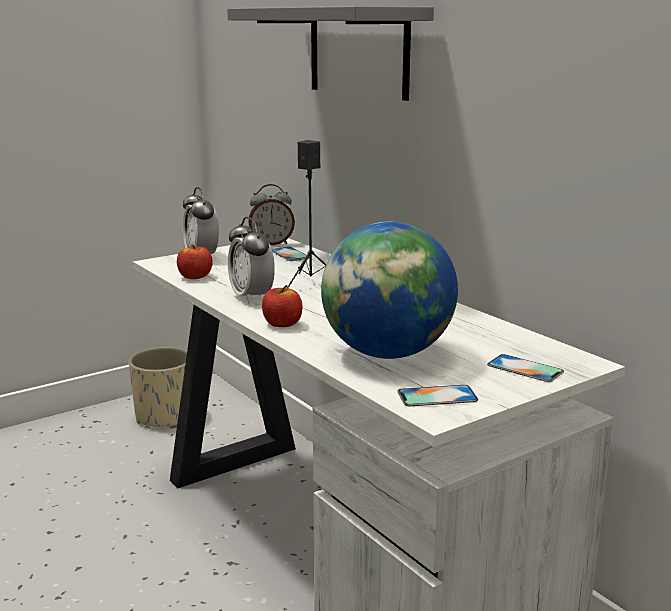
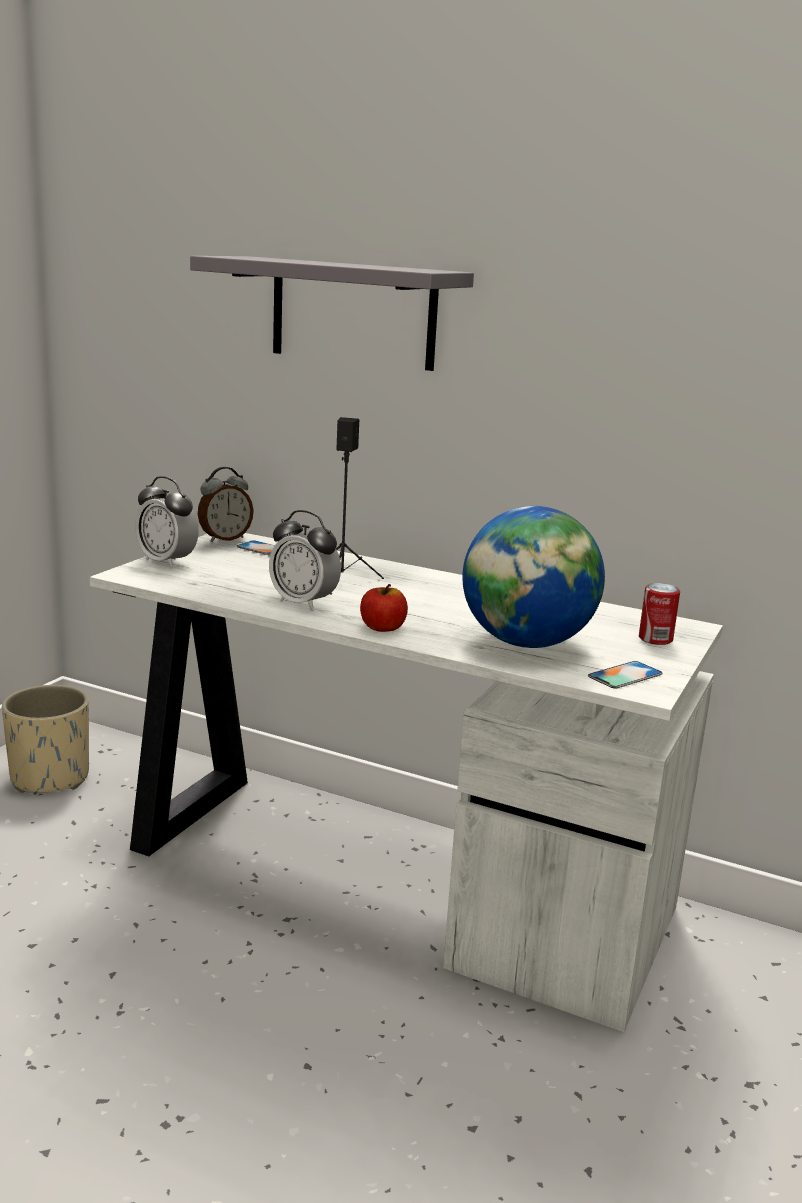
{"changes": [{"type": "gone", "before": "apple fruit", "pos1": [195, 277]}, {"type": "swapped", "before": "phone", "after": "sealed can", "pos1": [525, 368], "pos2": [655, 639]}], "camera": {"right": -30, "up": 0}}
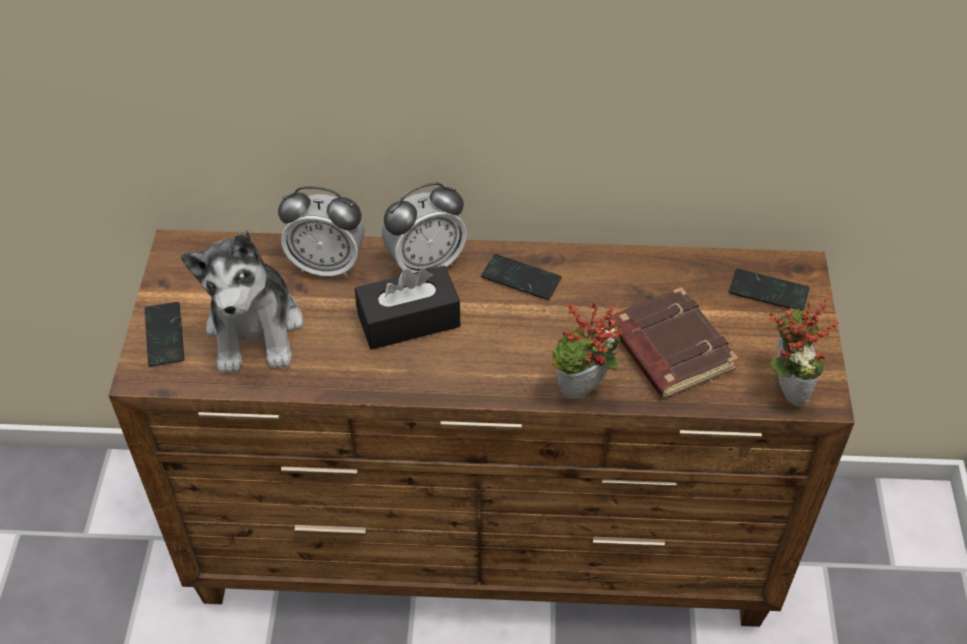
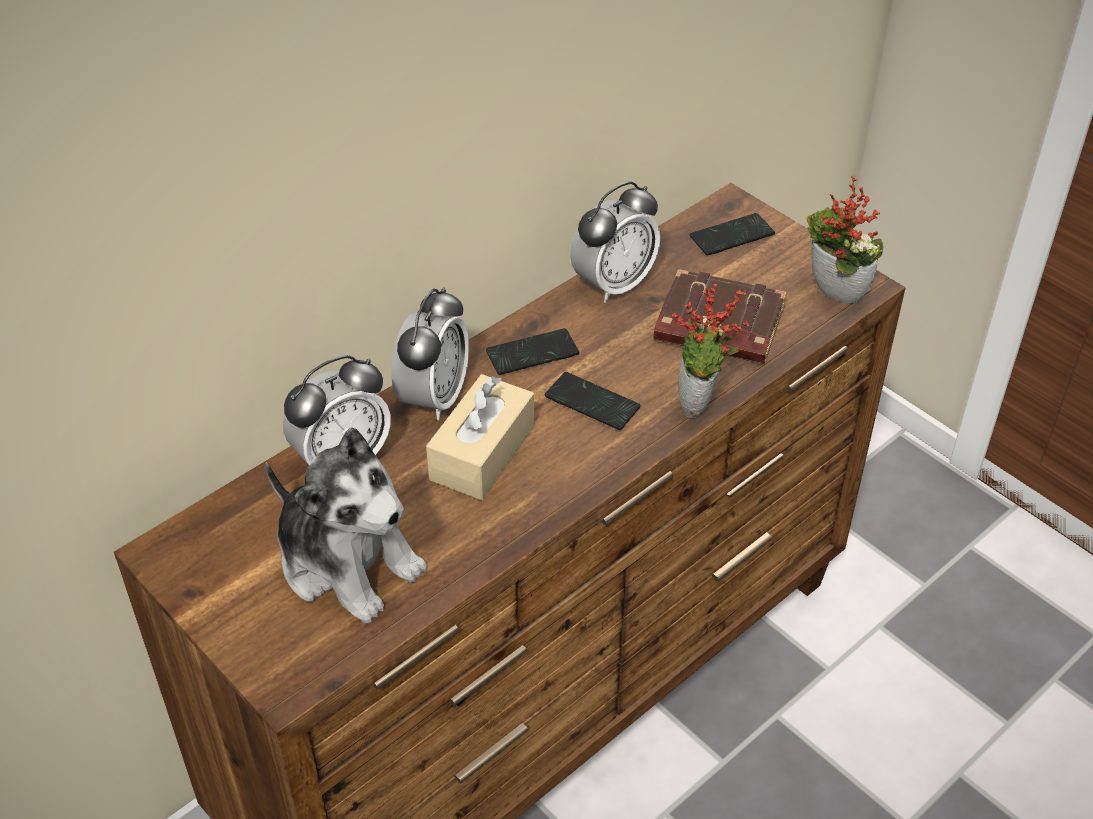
{"changes": [{"type": "shifted", "before": "phone", "pos1": [164, 335], "pos2": [592, 403]}, {"type": "repainted", "before": "box of tissues (blackish)", "after": "box of tissues (beige-coloured)", "pos1": [408, 320], "pos2": [482, 453]}, {"type": "new", "after": "alarm clock", "pos2": [613, 284]}], "camera": {"right": -45, "up": -5}}
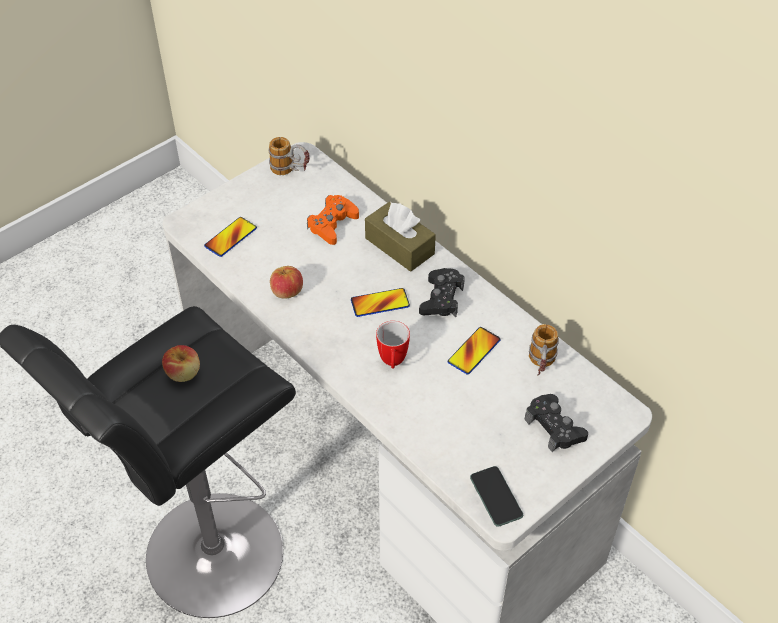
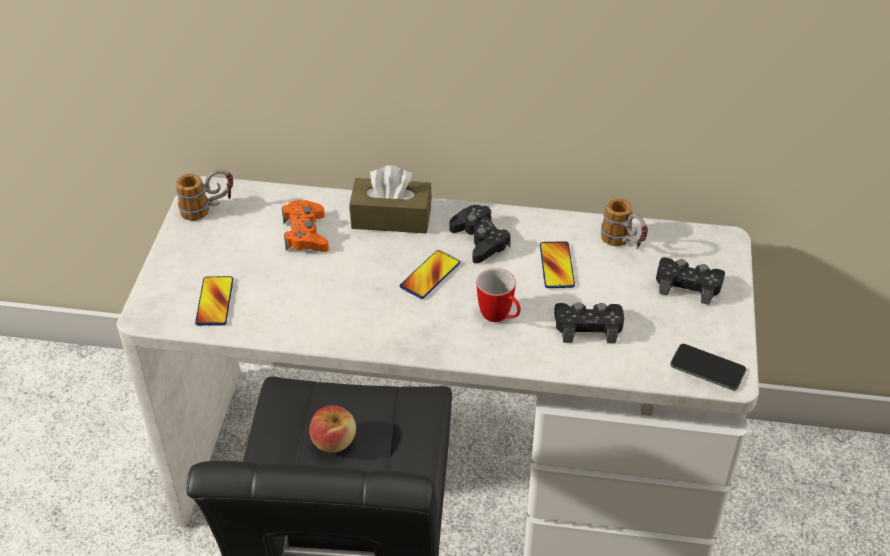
{"changes": [{"type": "gone", "before": "apple fruit", "pos1": [287, 291]}, {"type": "new", "after": "joypad (blackish)", "pos2": [588, 326]}], "camera": {"right": -40, "up": -5}}
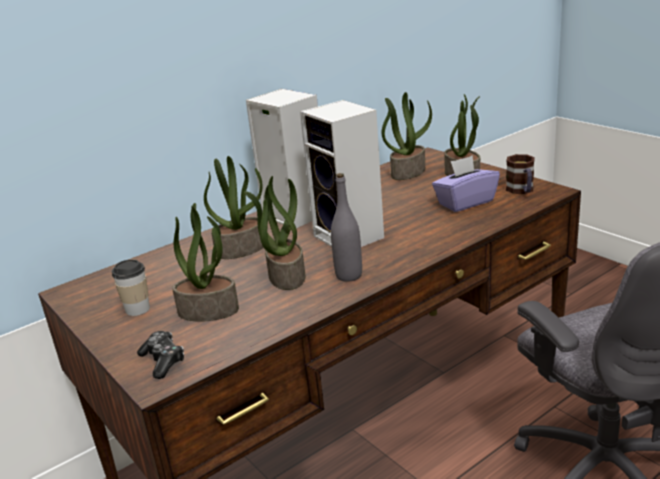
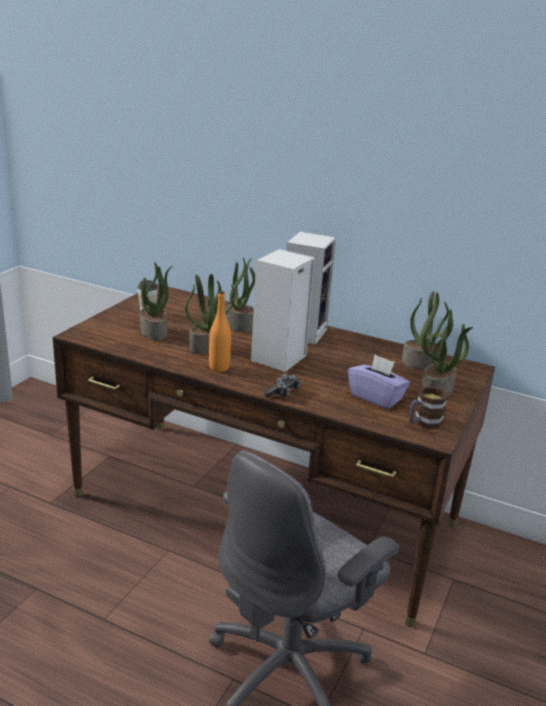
{"changes": [{"type": "shifted", "before": "joypad", "pos1": [163, 361], "pos2": [283, 392]}, {"type": "repainted", "before": "beverage bottle (grey)", "after": "beverage bottle (orange-coloured)", "pos1": [348, 275], "pos2": [219, 367]}], "camera": {"right": 60, "up": 0}}
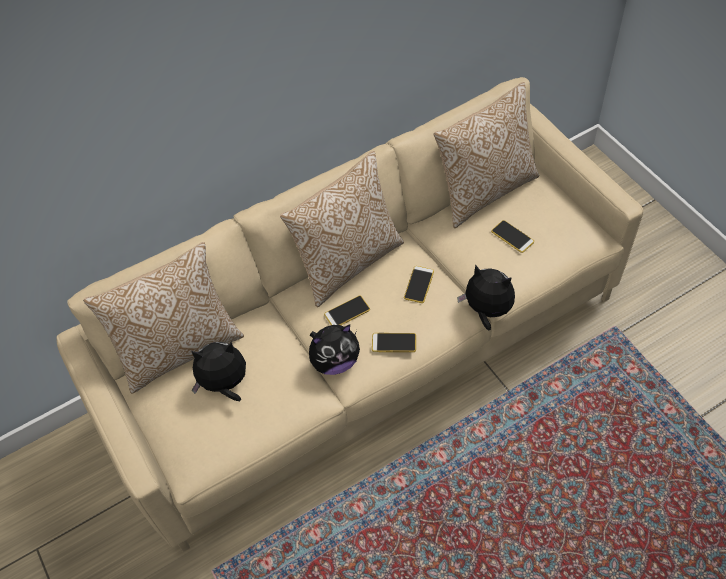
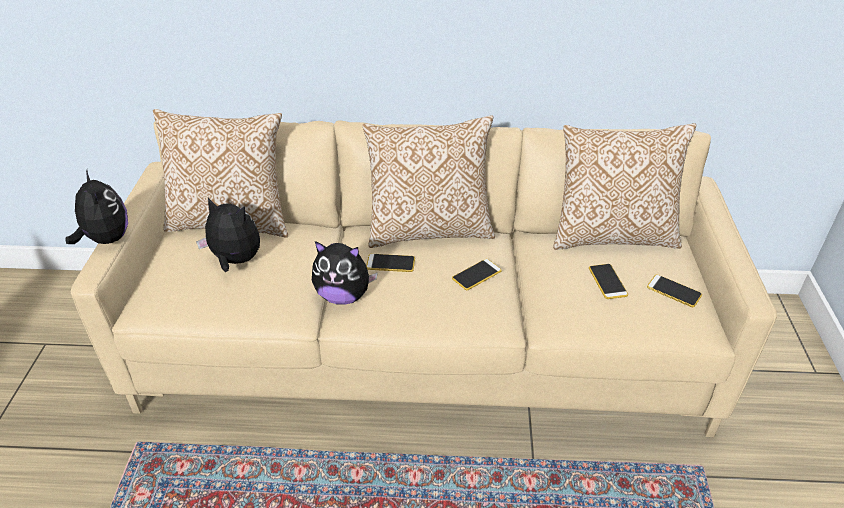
{"changes": [{"type": "shifted", "before": "phone", "pos1": [394, 343], "pos2": [674, 291]}, {"type": "shifted", "before": "soft toy", "pos1": [487, 311], "pos2": [106, 239]}], "camera": {"right": 30, "up": -15}}
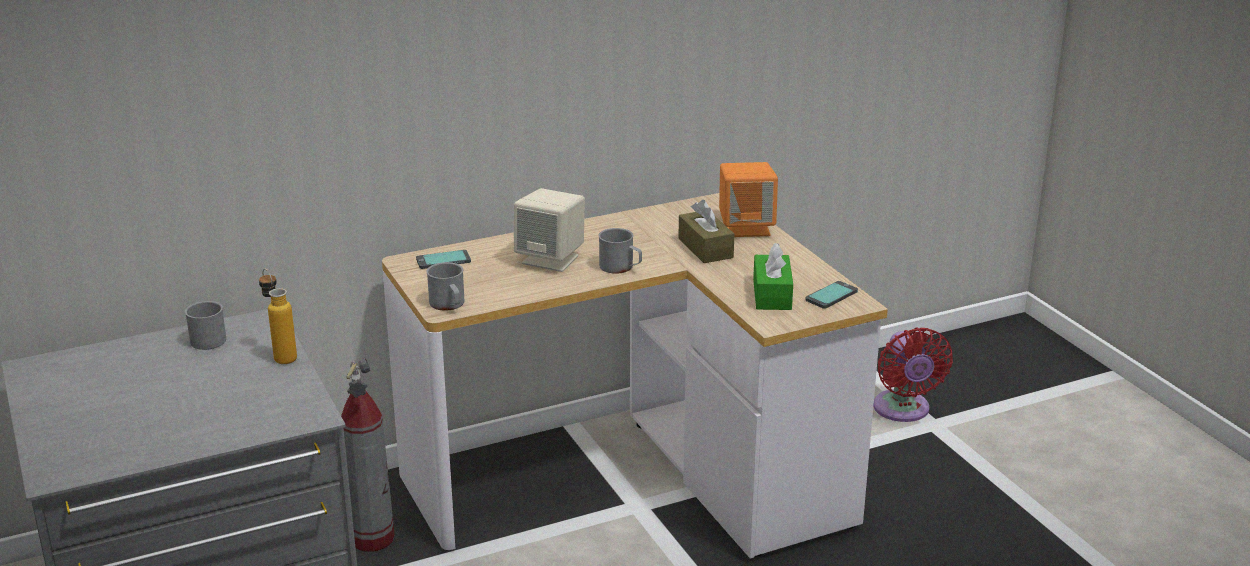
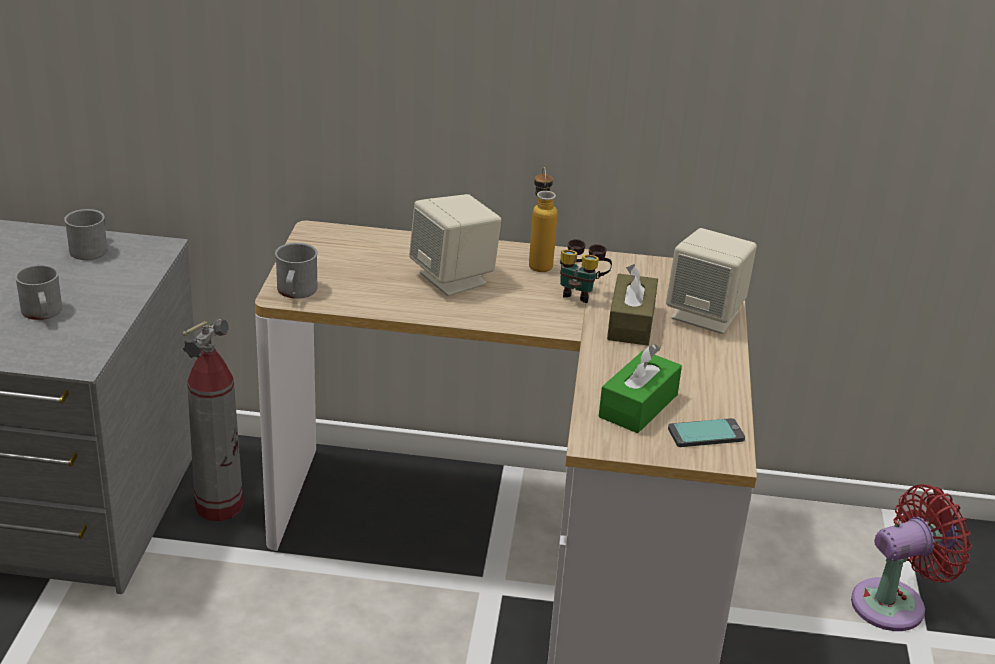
{"changes": [{"type": "shifted", "before": "beverage bottle", "pos1": [281, 355], "pos2": [539, 262]}, {"type": "gone", "before": "phone", "pos1": [443, 261]}, {"type": "shifted", "before": "tea mug (grey)", "pos1": [621, 268], "pos2": [42, 313]}, {"type": "repainted", "before": "speaker (orange-coloured)", "after": "speaker (beige-coloured)", "pos1": [746, 228], "pos2": [706, 315]}, {"type": "rotated", "before": "cooling fan (reddish)", "pos1": [903, 410], "pos2": [895, 603], "turn": -135}, {"type": "new", "after": "pair of binoculars", "pos2": [580, 292]}], "camera": {"right": 30, "up": 5}}
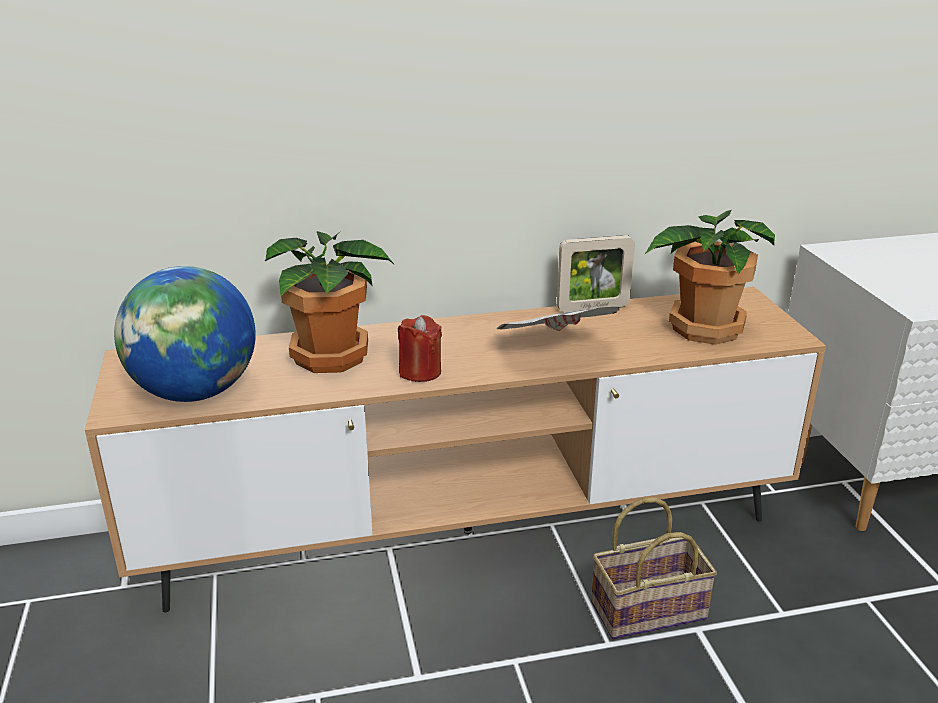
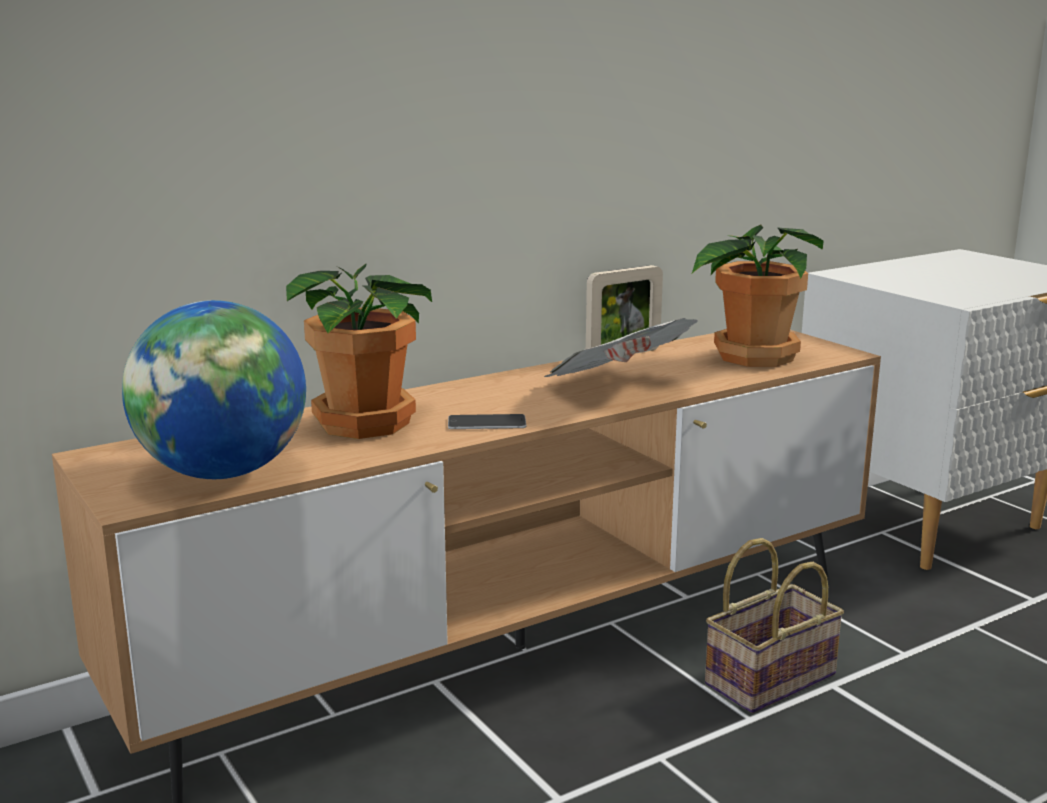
{"changes": [{"type": "swapped", "before": "wax candle (reddish)", "after": "phone", "pos1": [420, 372], "pos2": [487, 422]}], "camera": {"right": -20, "up": -10}}
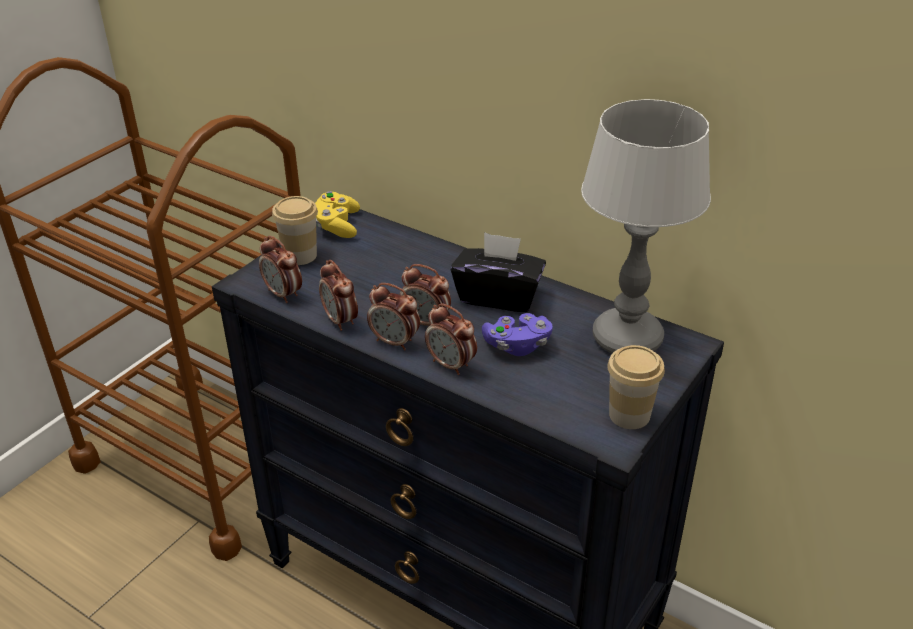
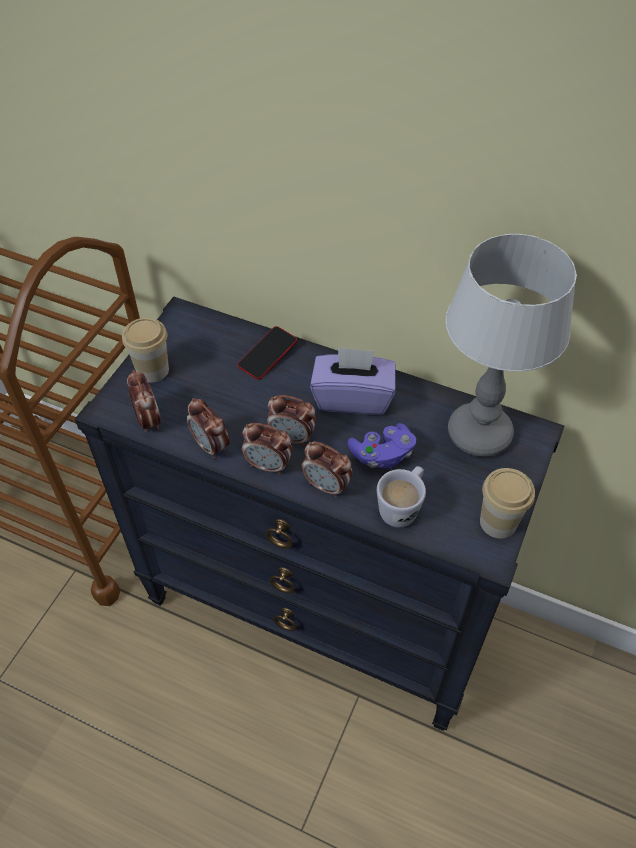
{"changes": [{"type": "rotated", "before": "alarm clock", "pos1": [283, 294], "pos2": [148, 420], "turn": -150}, {"type": "gone", "before": "joypad (yellow)", "pos1": [337, 226]}, {"type": "repainted", "before": "box of tissues (blackish)", "after": "box of tissues (purple-coloured)", "pos1": [498, 296], "pos2": [352, 397]}, {"type": "new", "after": "phone", "pos2": [267, 356]}, {"type": "new", "after": "tea mug (whitish)", "pos2": [402, 507]}], "camera": {"right": -10, "up": 15}}
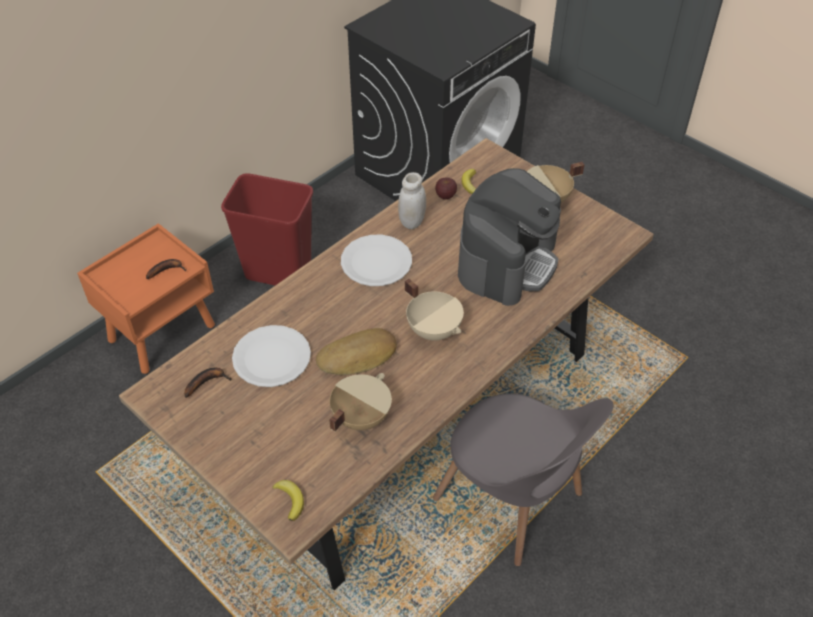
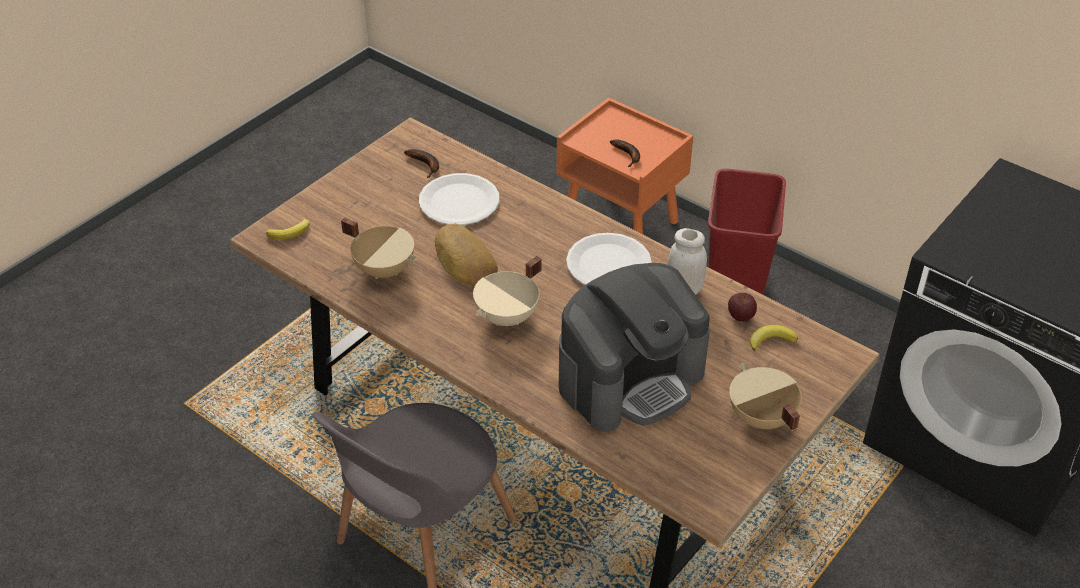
{"changes": [{"type": "rotated", "before": "coffee machine", "pos1": [507, 261], "pos2": [630, 378], "turn": -60}], "camera": {"right": 85, "up": -5}}
